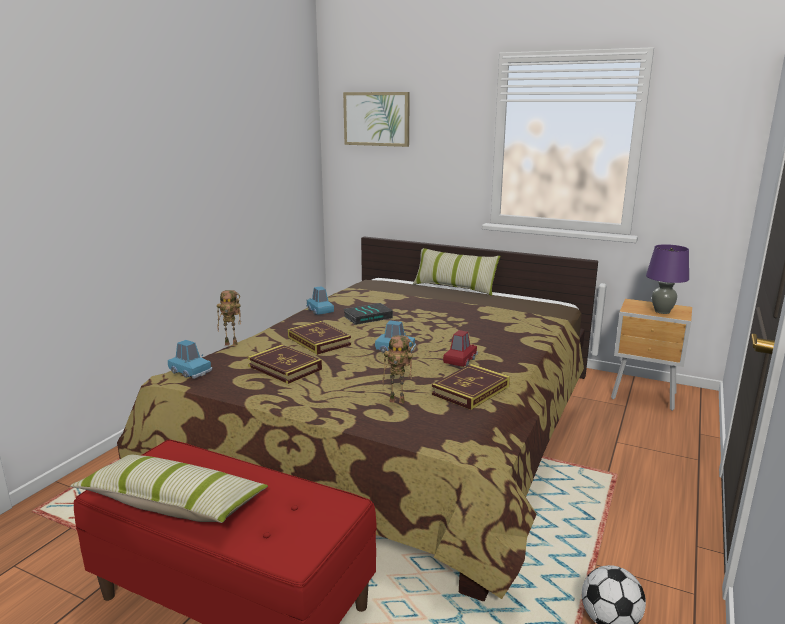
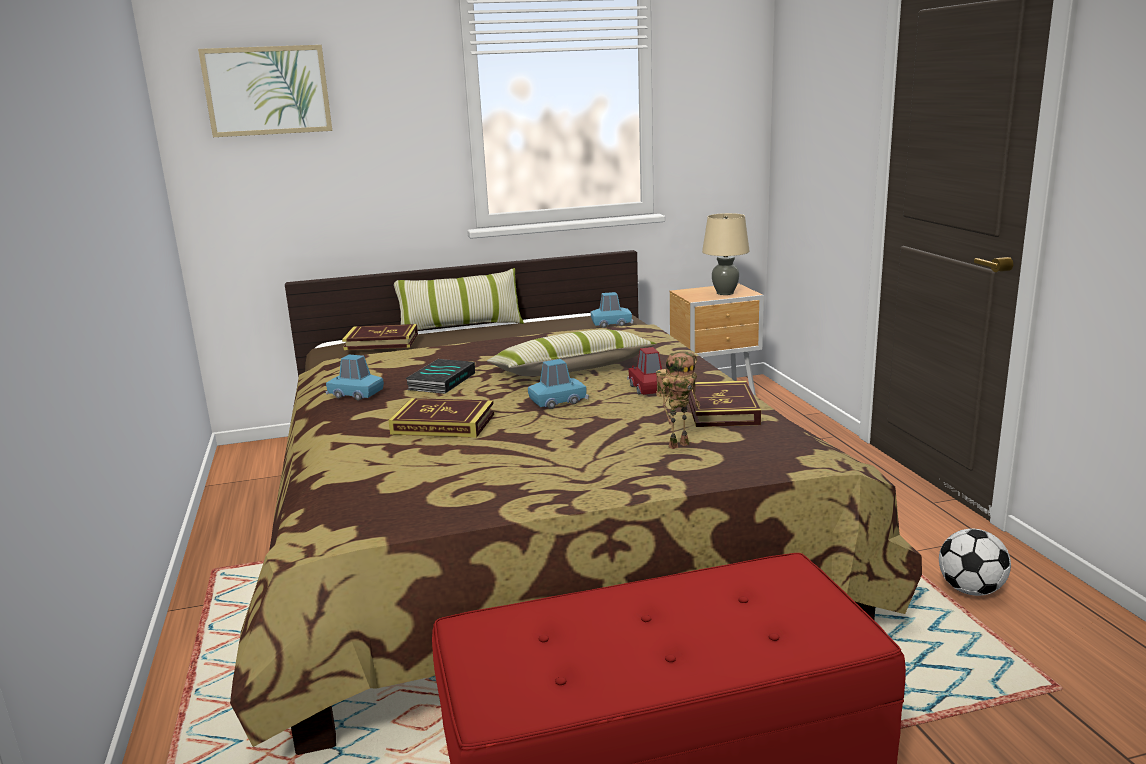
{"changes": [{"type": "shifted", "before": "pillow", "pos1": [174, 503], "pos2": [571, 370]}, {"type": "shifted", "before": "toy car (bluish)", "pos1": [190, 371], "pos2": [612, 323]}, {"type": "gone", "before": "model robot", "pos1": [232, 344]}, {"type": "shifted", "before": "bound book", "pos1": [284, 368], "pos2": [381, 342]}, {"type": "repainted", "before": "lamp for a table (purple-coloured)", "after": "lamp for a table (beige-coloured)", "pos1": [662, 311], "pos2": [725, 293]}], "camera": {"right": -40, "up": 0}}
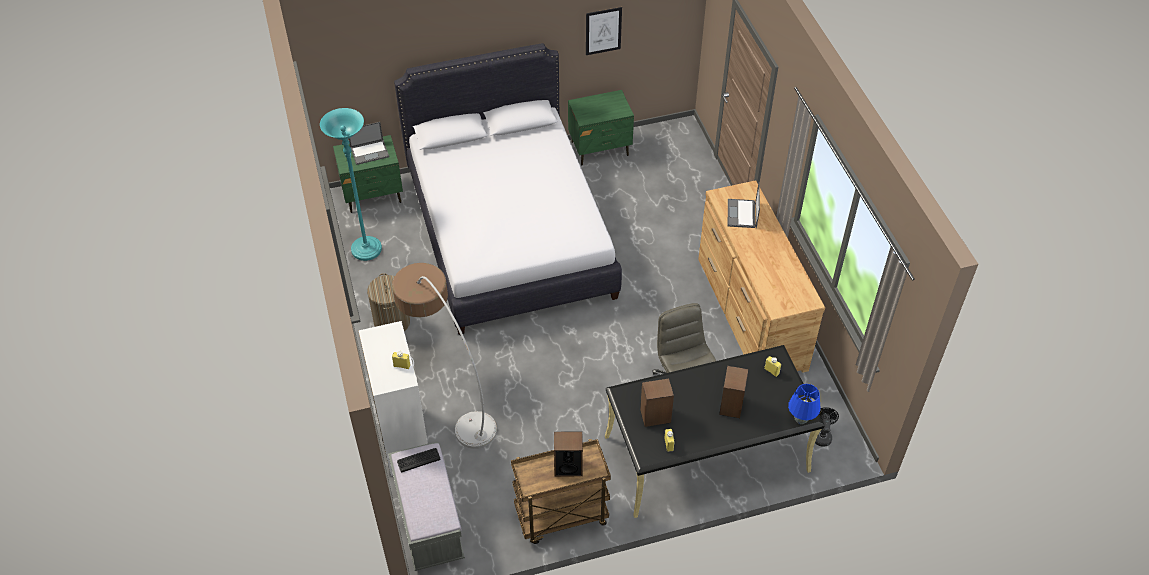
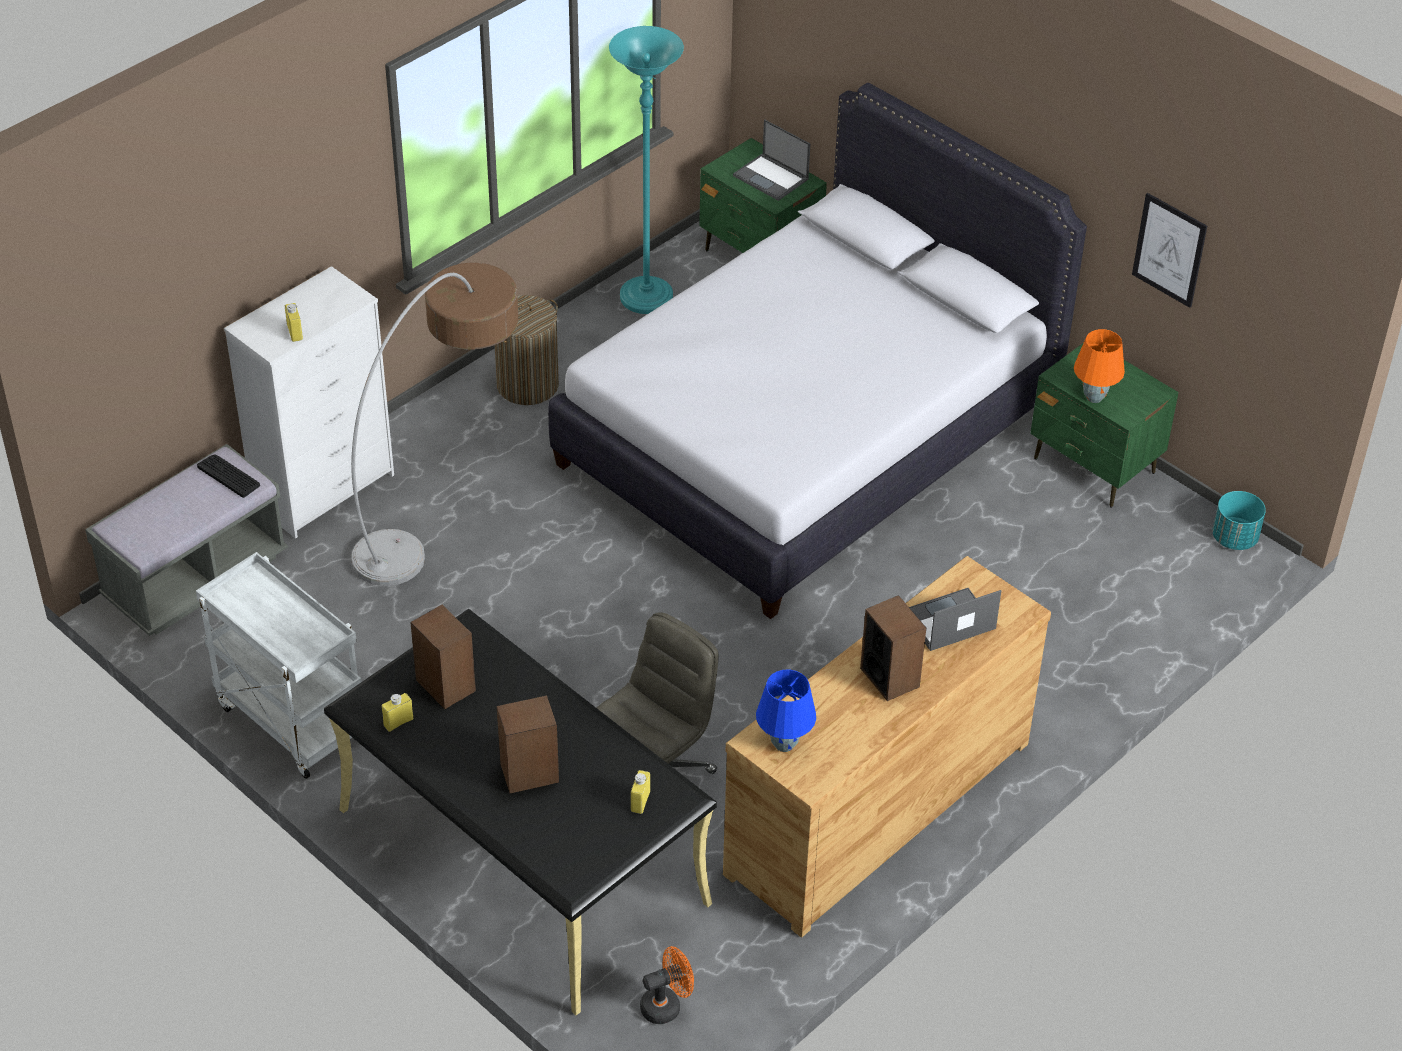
{"changes": [{"type": "repainted", "before": "trolley (brown)", "after": "trolley (whitish)", "pos1": [561, 517], "pos2": [289, 720]}, {"type": "shifted", "before": "speaker", "pos1": [568, 466], "pos2": [890, 677]}, {"type": "shifted", "before": "lamp for a table (bluish)", "pos1": [801, 420], "pos2": [783, 745]}, {"type": "repainted", "before": "cooling fan (blackish)", "after": "cooling fan (orange-coloured)", "pos1": [821, 435], "pos2": [666, 1005]}, {"type": "new", "after": "lamp for a table (orange-coloured)", "pos2": [1094, 398]}, {"type": "new", "after": "planter (turquoise)", "pos2": [1234, 538]}], "camera": {"right": 60, "up": -5}}
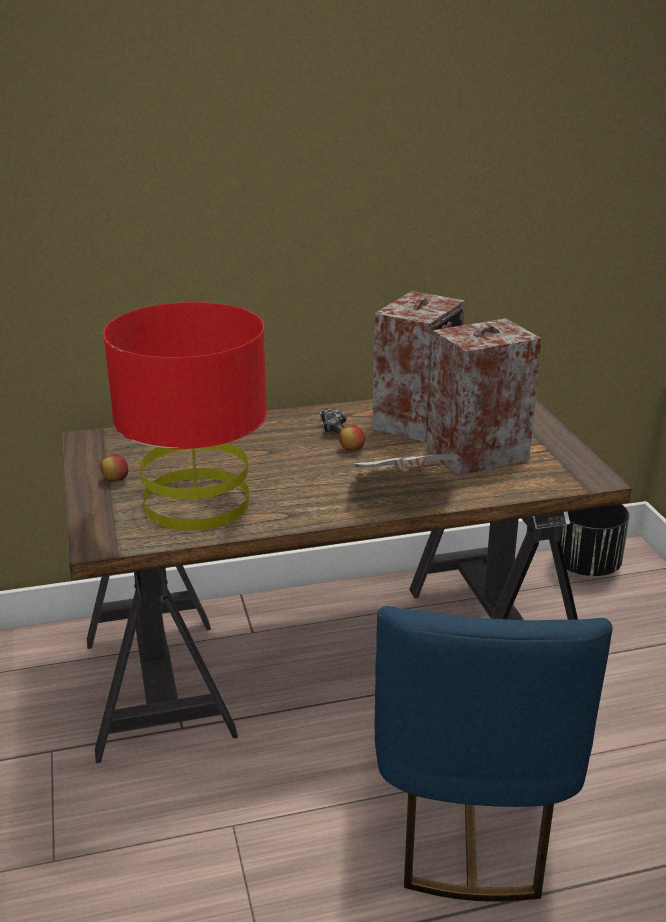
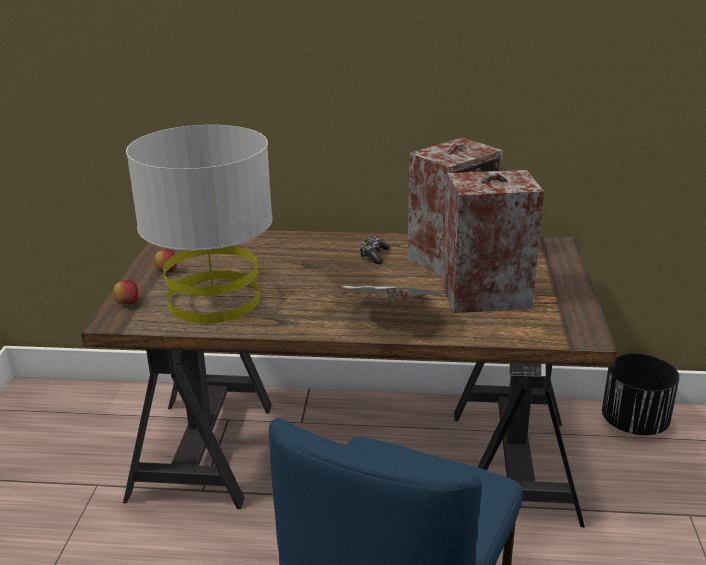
{"changes": [{"type": "repainted", "before": "lamp for a table (reddish)", "after": "lamp for a table (grey)", "pos1": [196, 503], "pos2": [213, 300]}, {"type": "shifted", "before": "apple fruit", "pos1": [351, 450], "pos2": [127, 303]}], "camera": {"right": 20, "up": 0}}
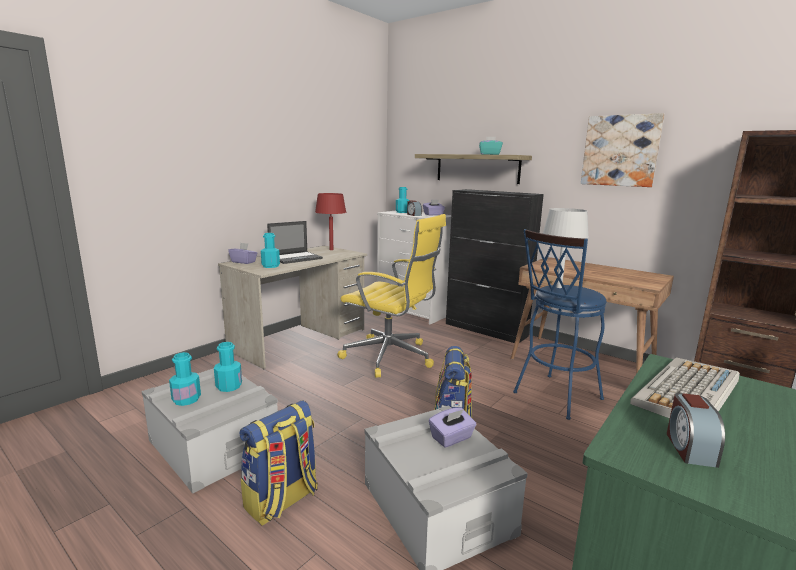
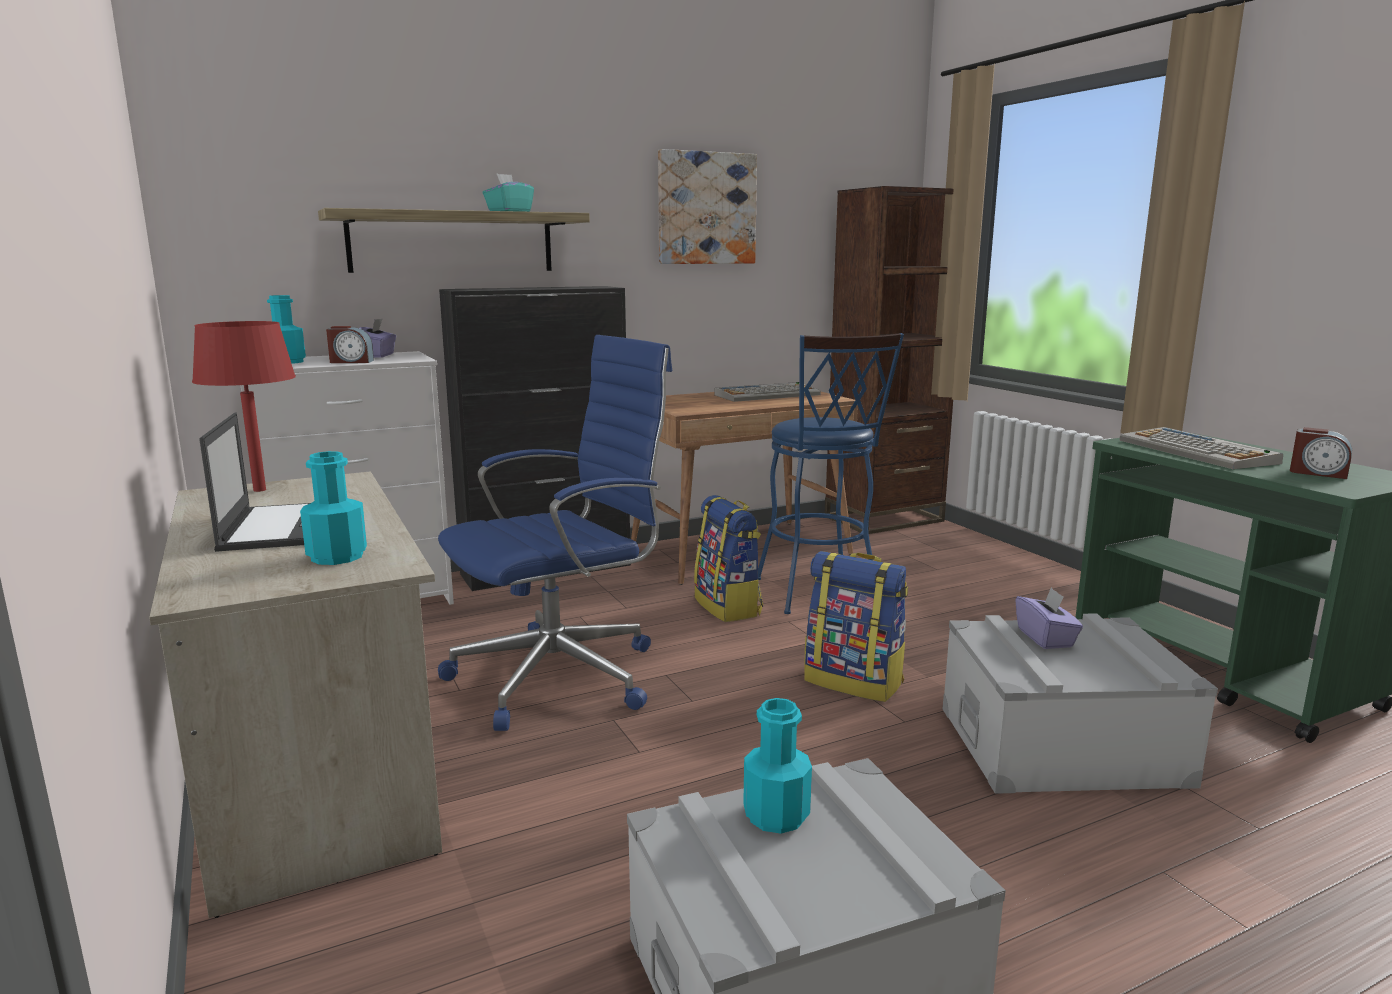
{"changes": [{"type": "gone", "before": "beverage bottle (turquoise)", "pos1": [186, 399]}, {"type": "gone", "before": "box of tissues (purple-coloured)", "pos1": [244, 262]}, {"type": "shifted", "before": "rucksack", "pos1": [282, 501], "pos2": [729, 607]}, {"type": "repainted", "before": "desk chair (yellow)", "after": "desk chair (bluish)", "pos1": [391, 357], "pos2": [562, 675]}, {"type": "gone", "before": "lamp for a table (grey)", "pos1": [559, 287]}, {"type": "new", "after": "computer keyboard", "pos2": [767, 395]}], "camera": {"right": -65, "up": 0}}
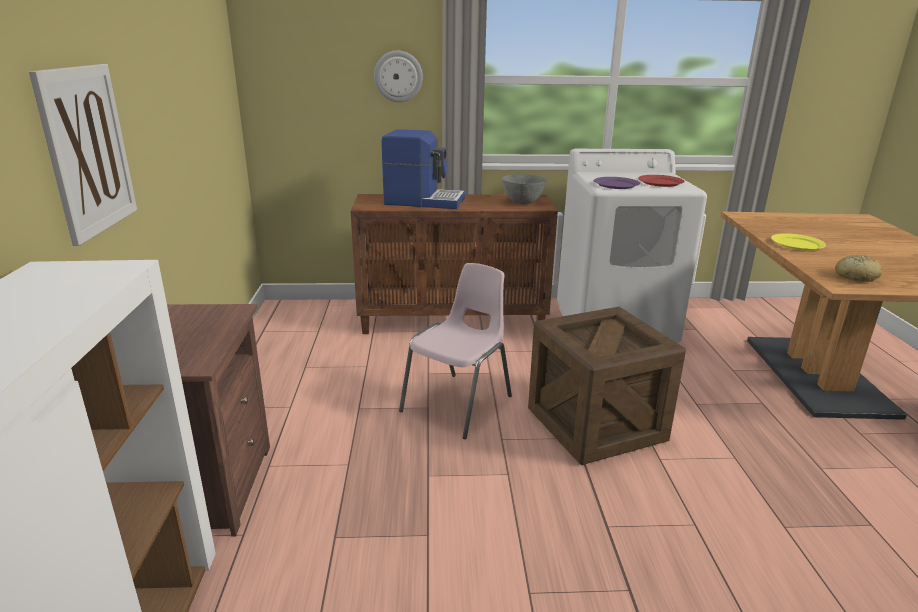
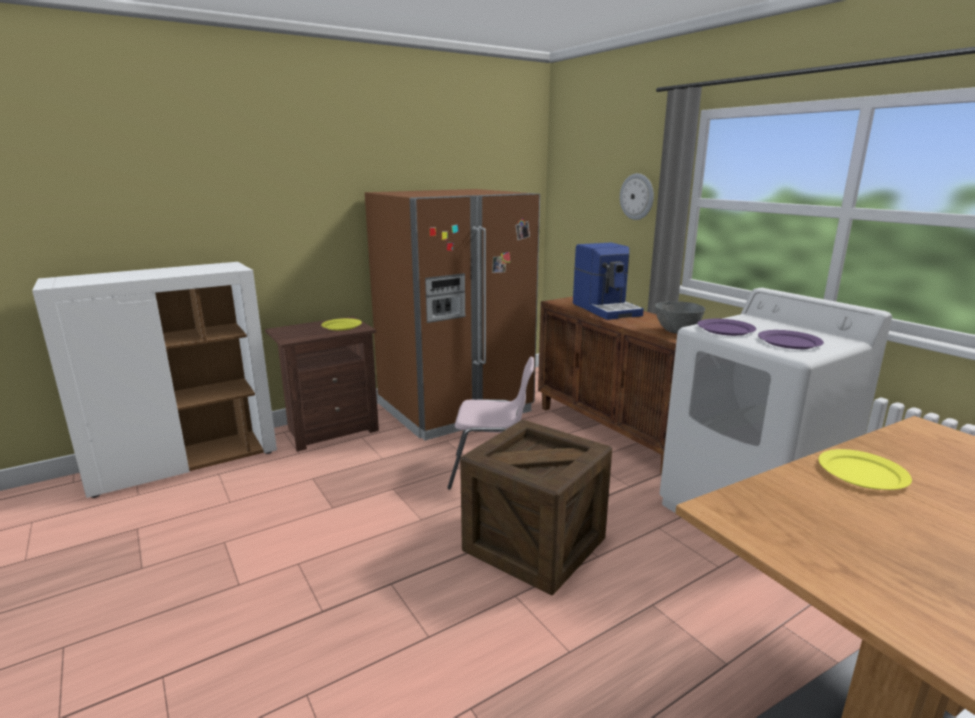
{"changes": [{"type": "gone", "before": "wall picture", "pos1": [88, 151]}, {"type": "repainted", "before": "flat dish (reddish)", "after": "flat dish (purple-coloured)", "pos1": [661, 182], "pos2": [789, 342]}, {"type": "gone", "before": "bakery bread", "pos1": [855, 276]}, {"type": "new", "after": "flat dish (yellow)", "pos2": [341, 326]}, {"type": "new", "after": "fridge (brown)", "pos2": [455, 408]}], "camera": {"right": 60, "up": -5}}
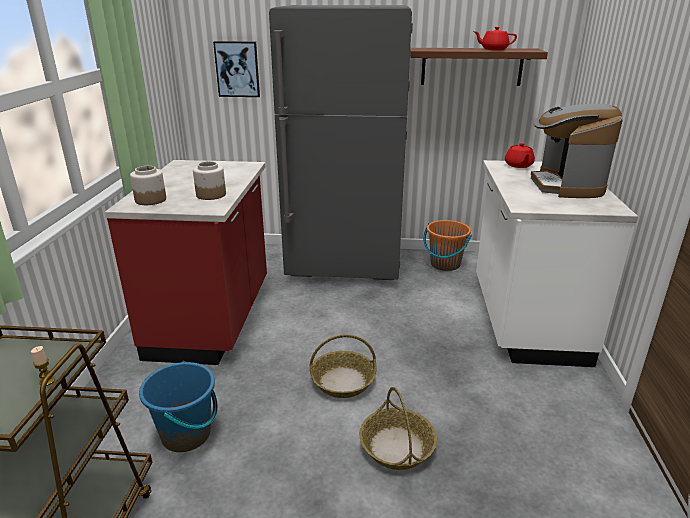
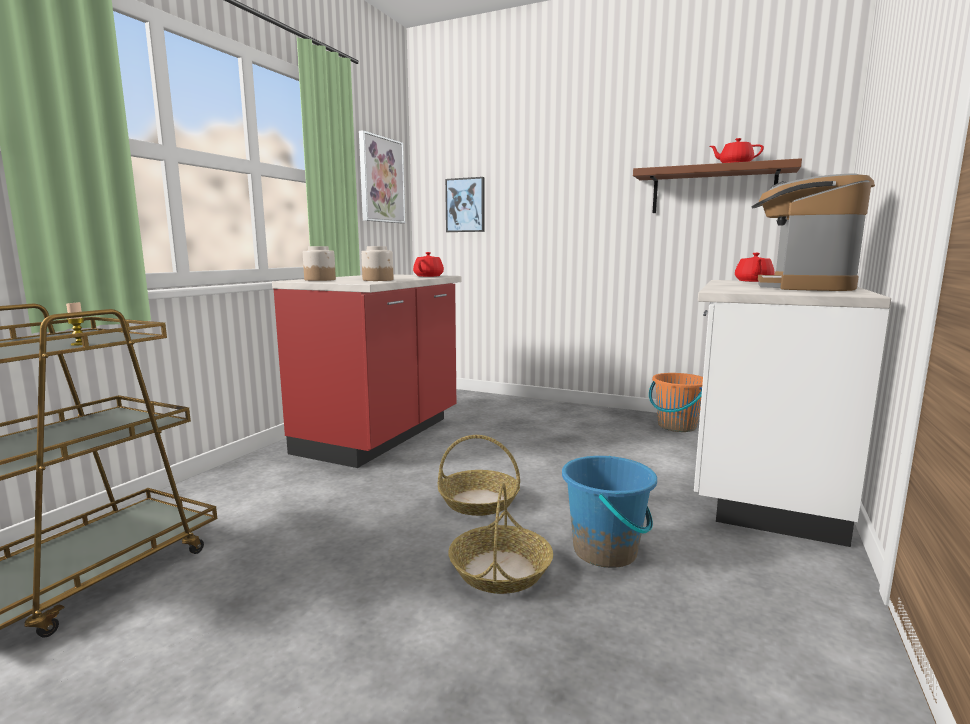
{"changes": [{"type": "shifted", "before": "pail (bluish)", "pos1": [187, 434], "pos2": [605, 551]}, {"type": "gone", "before": "fridge (grey)", "pos1": [345, 266]}, {"type": "new", "after": "wall picture", "pos2": [381, 180]}, {"type": "new", "after": "tea pot (reddish)", "pos2": [429, 276]}], "camera": {"right": 20, "up": -15}}
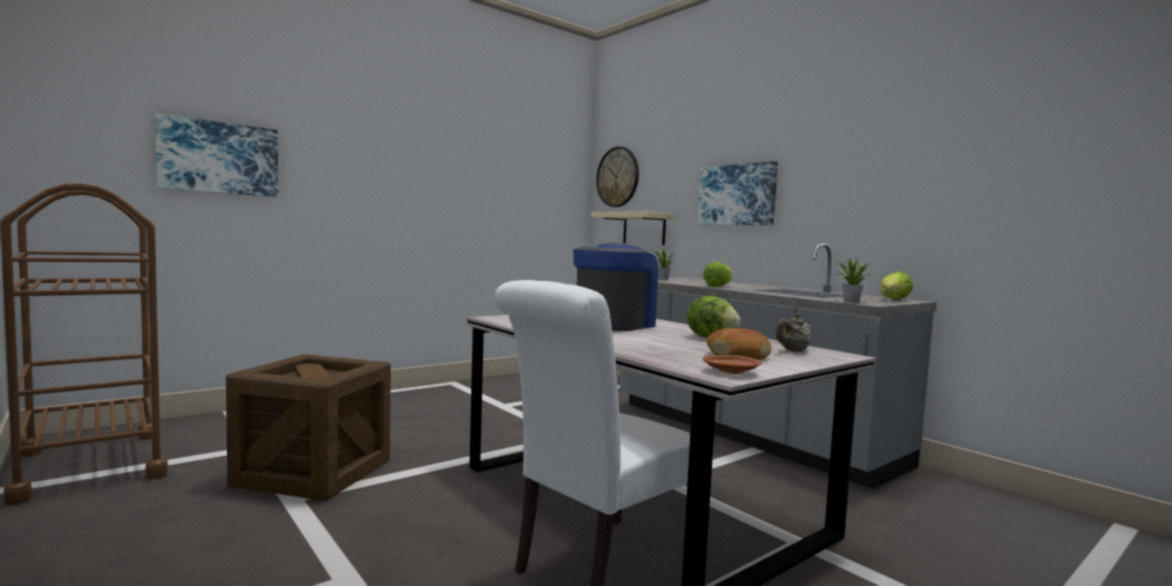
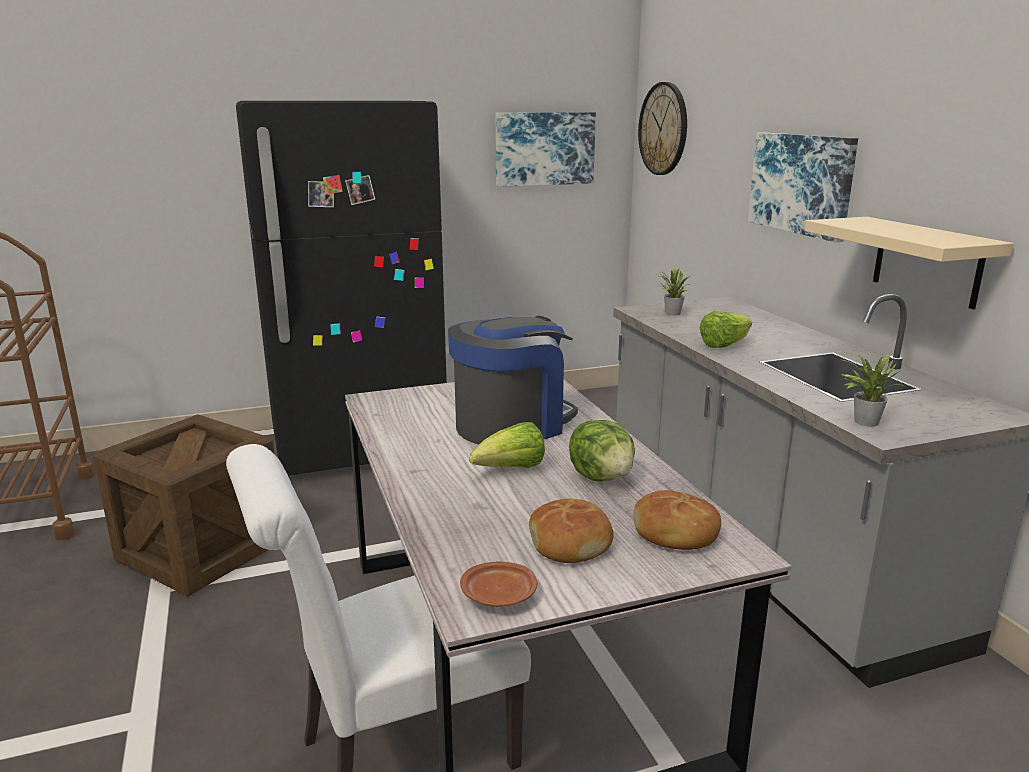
{"changes": [{"type": "shifted", "before": "wall picture", "pos1": [219, 158], "pos2": [544, 149]}, {"type": "shifted", "before": "shelf (beige-coloured)", "pos1": [644, 229], "pos2": [927, 261]}, {"type": "swapped", "before": "tea pot (beige-coloured)", "after": "bakery bread", "pos1": [793, 351], "pos2": [675, 533]}, {"type": "shifted", "before": "lettuce head", "pos1": [893, 300], "pos2": [511, 470]}, {"type": "new", "after": "fridge (blackish)", "pos2": [358, 445]}], "camera": {"right": 20, "up": 15}}
